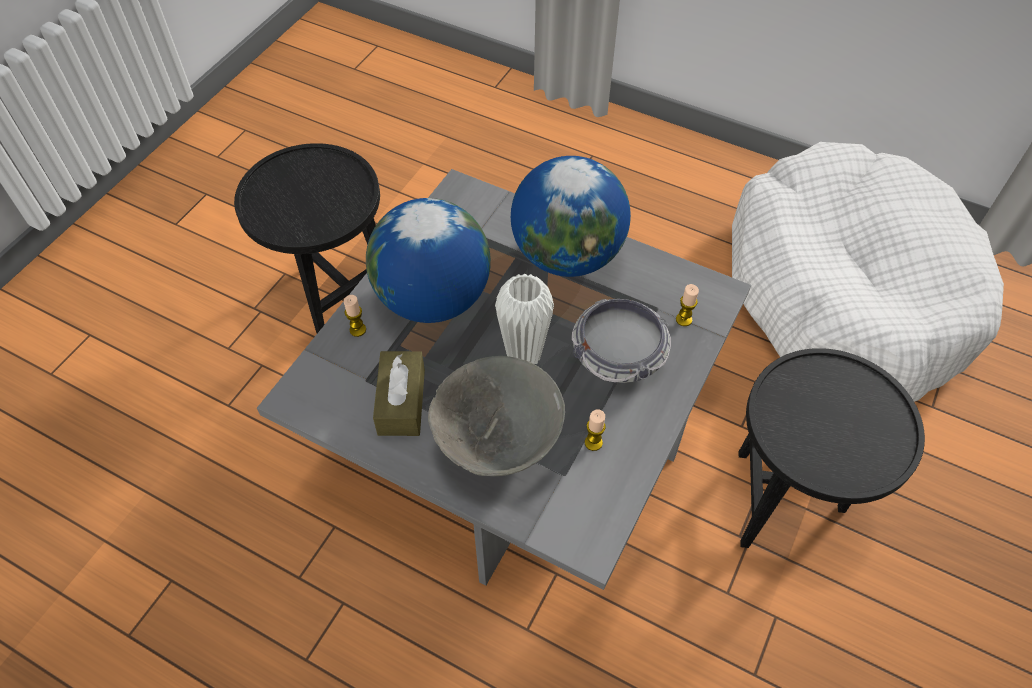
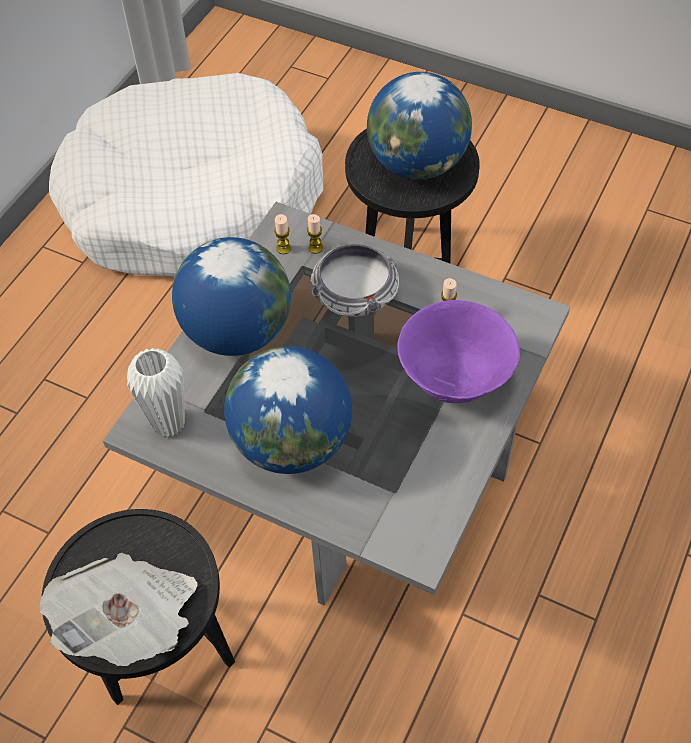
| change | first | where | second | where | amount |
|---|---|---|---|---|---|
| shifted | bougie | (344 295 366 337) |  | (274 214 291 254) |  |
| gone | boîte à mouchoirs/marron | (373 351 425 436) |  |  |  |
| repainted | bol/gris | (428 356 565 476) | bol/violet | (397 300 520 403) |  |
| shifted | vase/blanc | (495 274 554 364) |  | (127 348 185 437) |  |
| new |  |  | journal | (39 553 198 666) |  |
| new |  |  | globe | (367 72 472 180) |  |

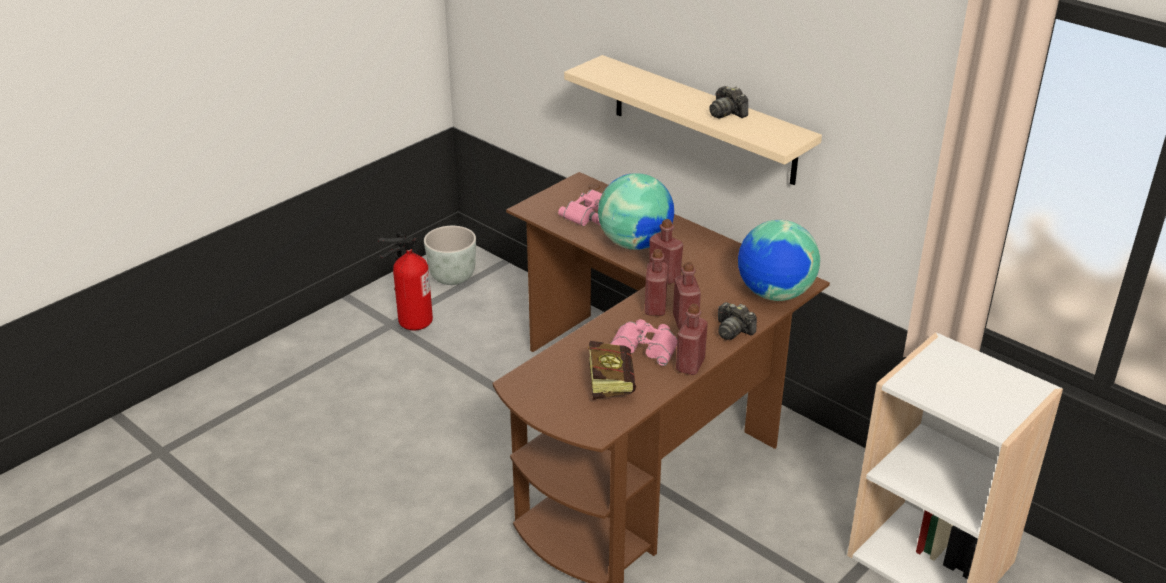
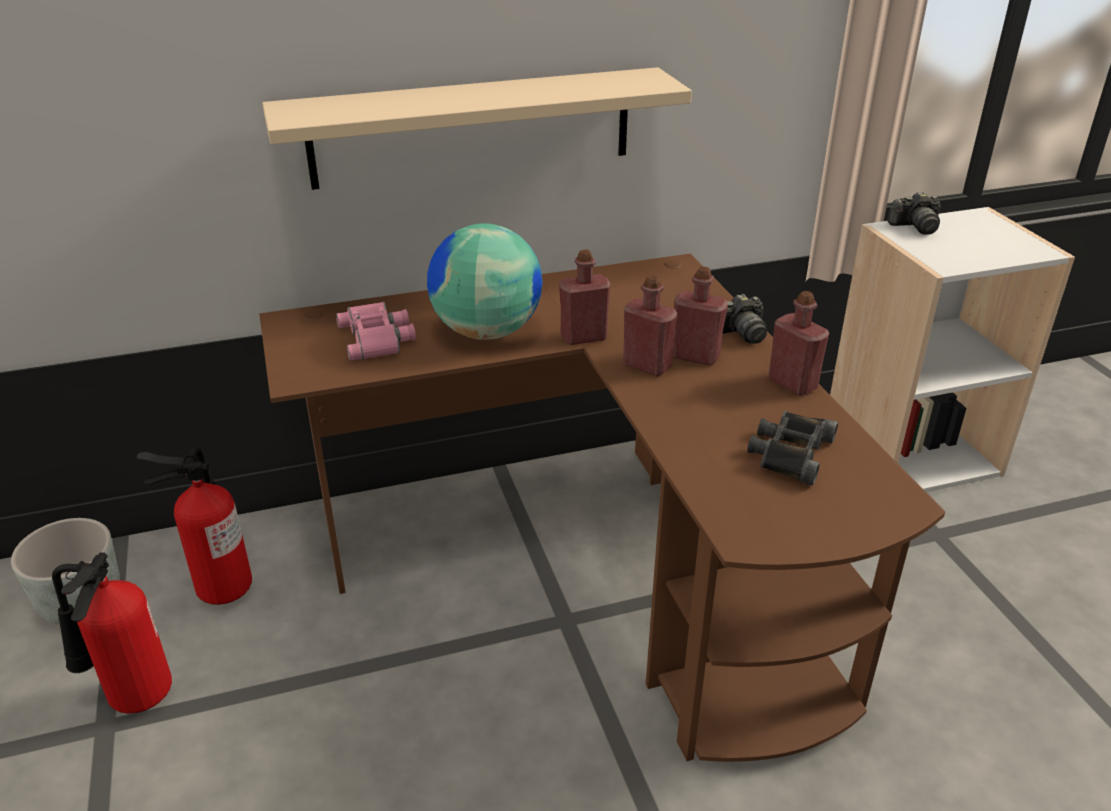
| change | first | where | second | where | amount |
|---|---|---|---|---|---|
| swapped | livre | (588 341 636 400) | jumelles/noir | (747 411 838 485) |  |
| gone | jumelles/rose | (611 319 677 366) |  |  |  |
| shifted | appareil photo | (709 86 748 119) |  | (888 192 941 235) |  |
| gone | globe | (738 220 820 301) |  |  |  |
| new |  |  | extincteur | (137 446 252 605) |  |

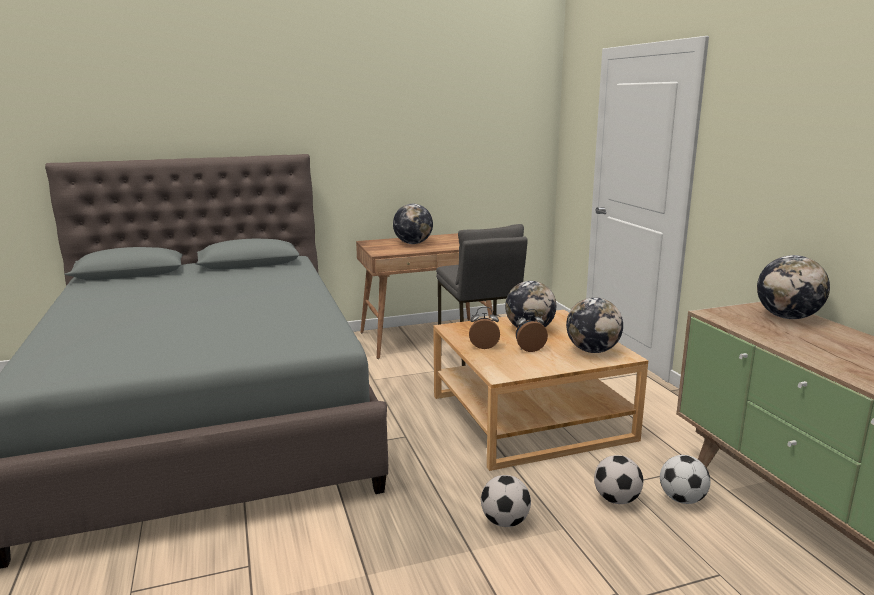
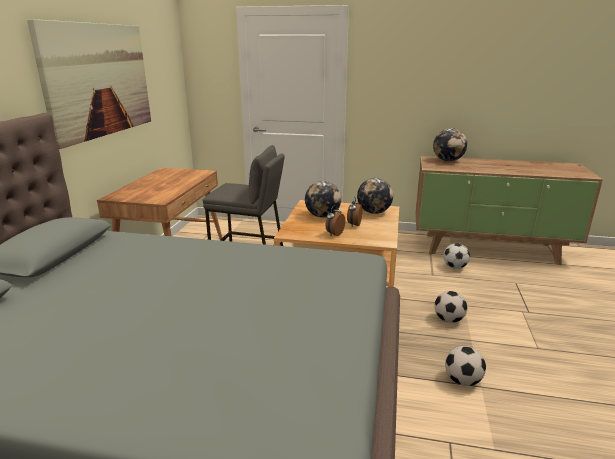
| change | first | where | second | where | amount |
|---|---|---|---|---|---|
| gone | globe | (393 204 433 244) |  |  |  |
| shifted | ballon de foot | (594 455 643 504) |  | (445 346 486 386) |  |
| new |  |  | tableau | (27 19 151 149) |  |

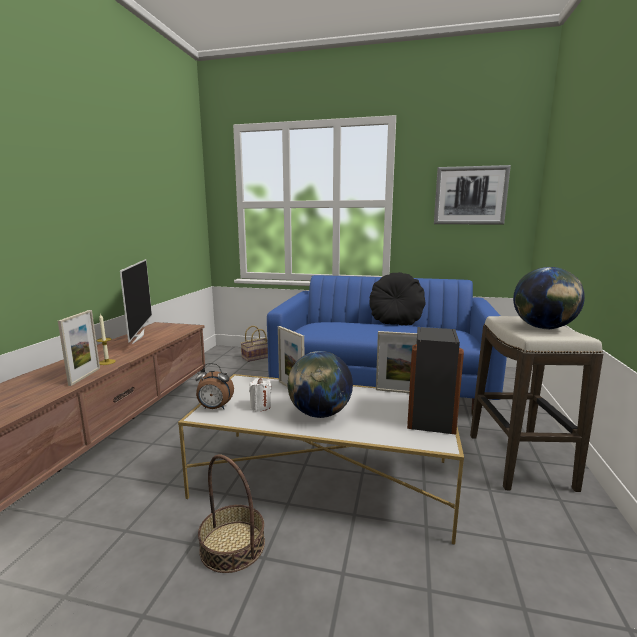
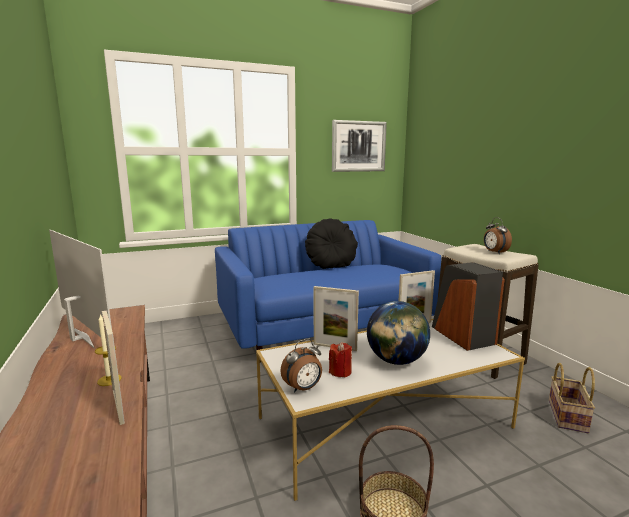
| change | first | where | second | where | amount |
|---|---|---|---|---|---|
| shifted | panier | (241 326 268 362) |  | (549 363 595 433) |  |
| repainted | bougie/blanc | (249 378 271 411) | bougie/rouge | (329 342 352 378) |  |
| swapped | globe | (513 267 585 329) | réveil | (484 217 512 254) |  |

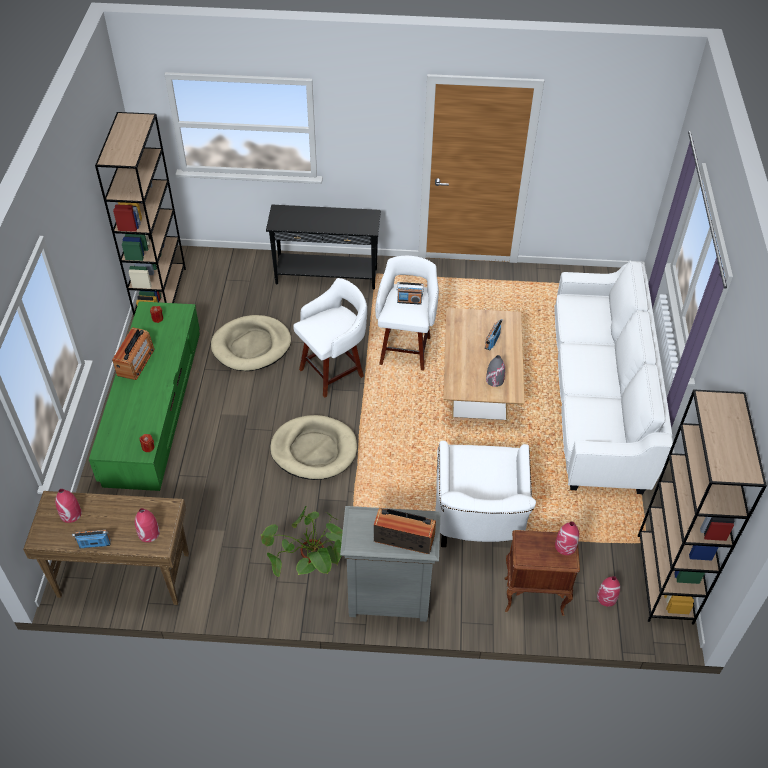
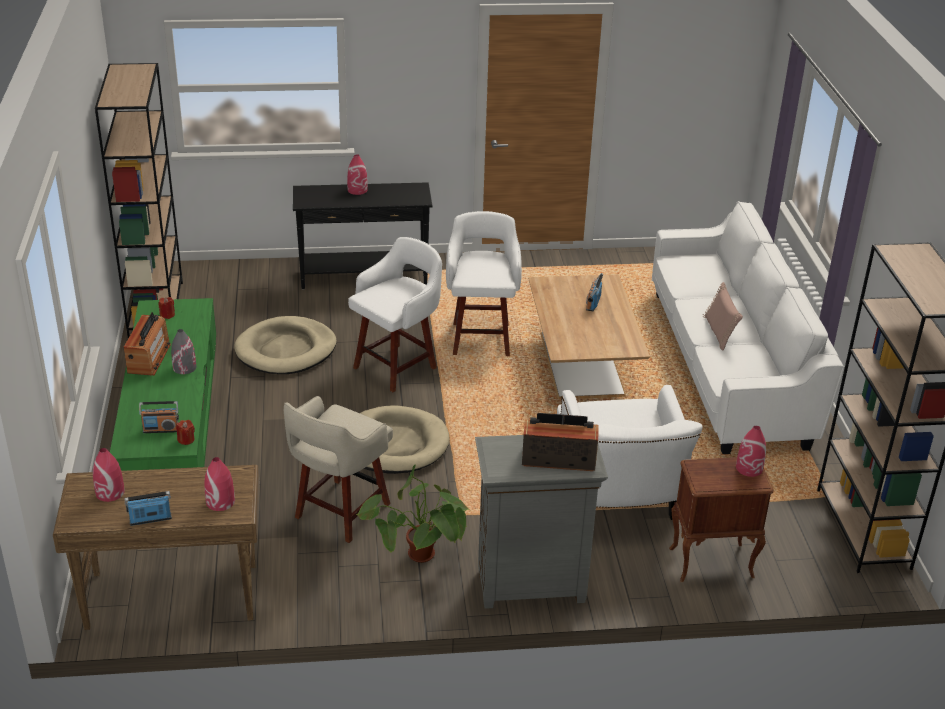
| change | first | where | second | where | amount |
|---|---|---|---|---|---|
| shifted | radio | (396 282 424 305) |  | (139 401 179 433) |  |
| shifted | vase/gris | (486 355 505 387) |  | (171 329 197 374) |  |
| shifted | vase/rouge | (597 576 620 607) |  | (347 154 368 195) |  |
| new |  |  | tabouret/beige | (284 396 393 543) |  |
| new |  |  | coussin/beige | (703 282 743 351) |  |

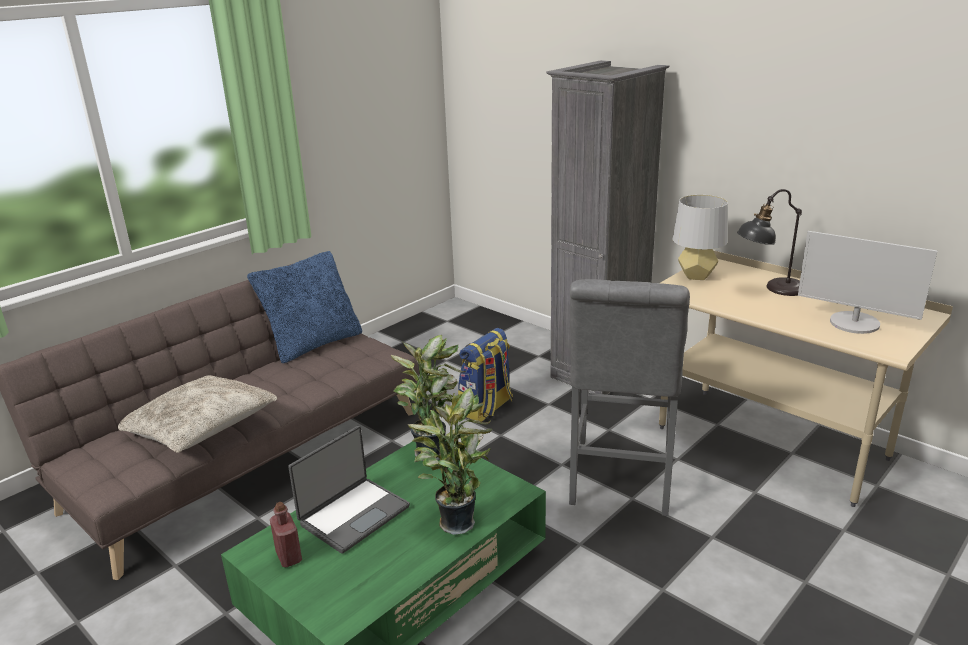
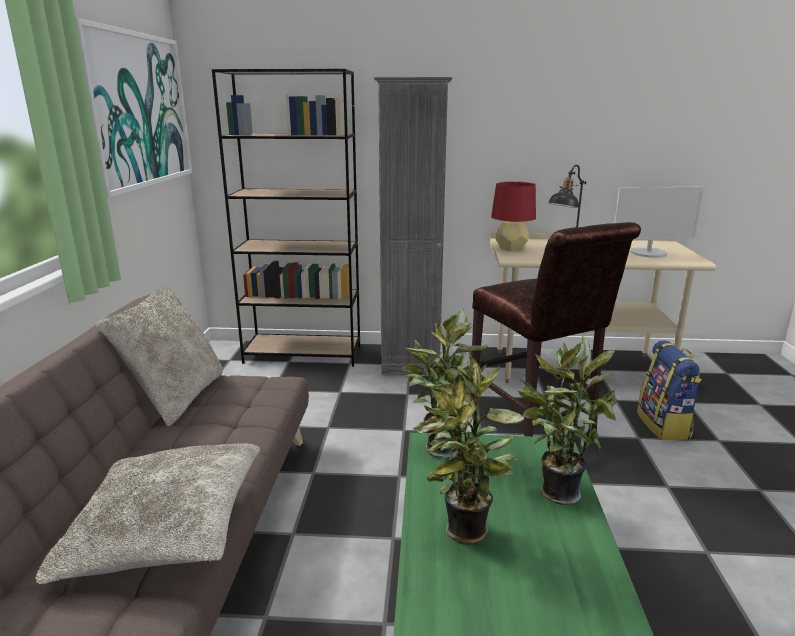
| change | first | where | second | where | amount |
|---|---|---|---|---|---|
| repainted | coussin/bleu | (247 251 362 363) | coussin/beige | (96 286 223 426) |  |
| gone | bouteille/rouge | (270 502 302 567) |  |  |  |
| swapped | ordinateur portable | (288 426 410 554) | plante en pot | (412 354 524 544) |  |
| shifted | sac à dos | (458 328 513 422) |  | (637 340 702 440) |  |
| repainted | tabouret/gris | (569 279 690 516) | tabouret/marron | (470 222 641 436) |  |
| repainted | lampe de table/gris | (672 195 728 280) | lampe de table/rouge | (491 181 536 251) |  |
| new |  |  | tableau | (76 18 192 198) |  |
| new |  |  | bibliothèque/beige | (212 69 360 367) |  |

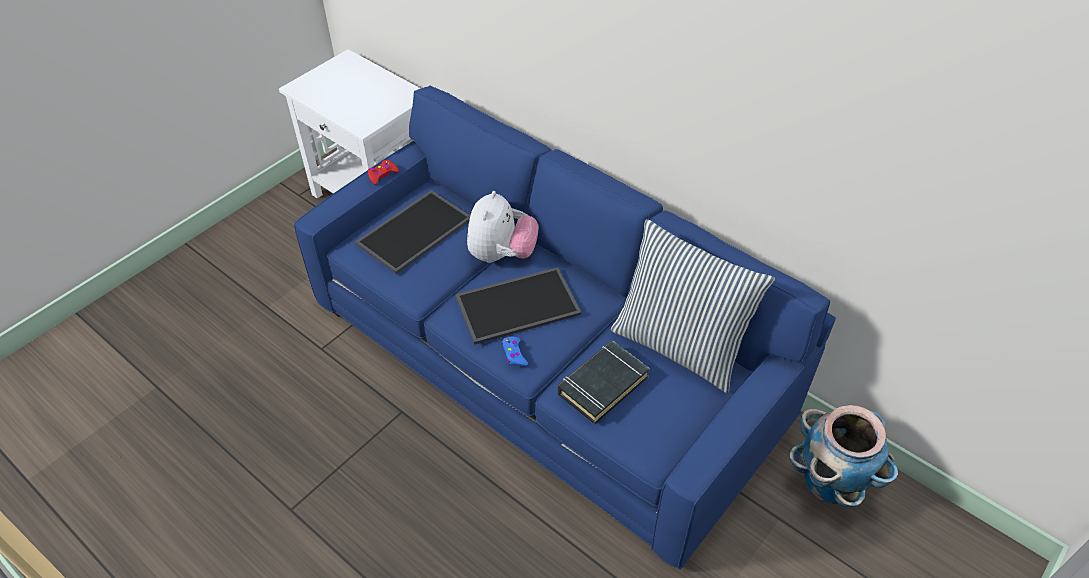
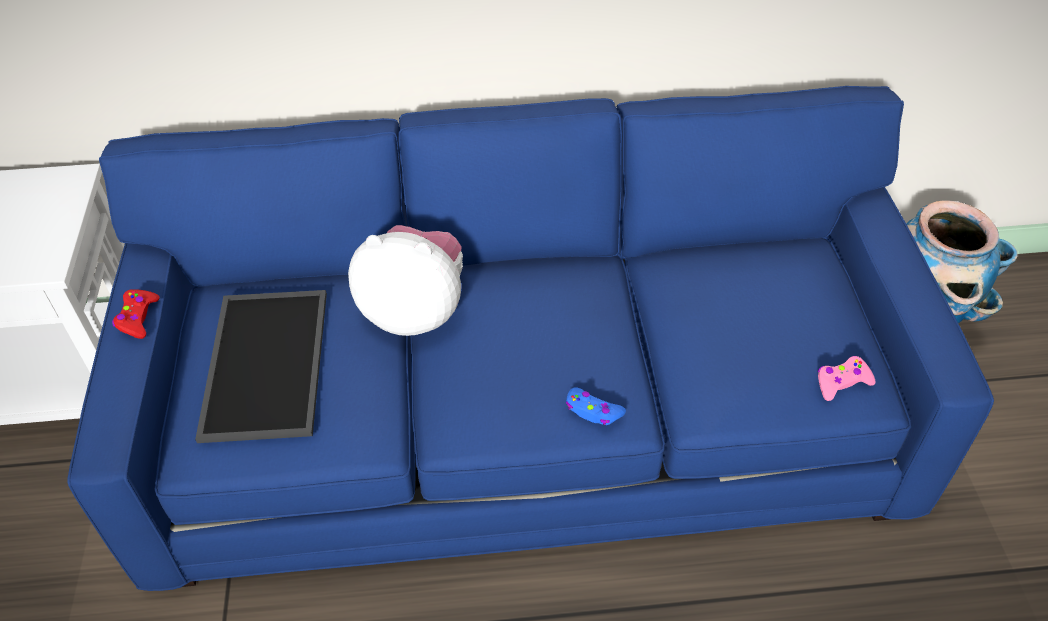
| change | first | where | second | where | amount |
|---|---|---|---|---|---|
| gone | plateau | (455 267 582 345) |  |  |  |
| rotated | peluche | (467 191 539 263) |  | (348 225 463 336) | 45 degrees counterclockwise |
| gone | livre/noir | (558 341 650 425) |  |  |  |
| gone | coussin | (611 219 775 393) |  |  |  |
| new |  |  | manette/rose | (818 356 876 401) |  |

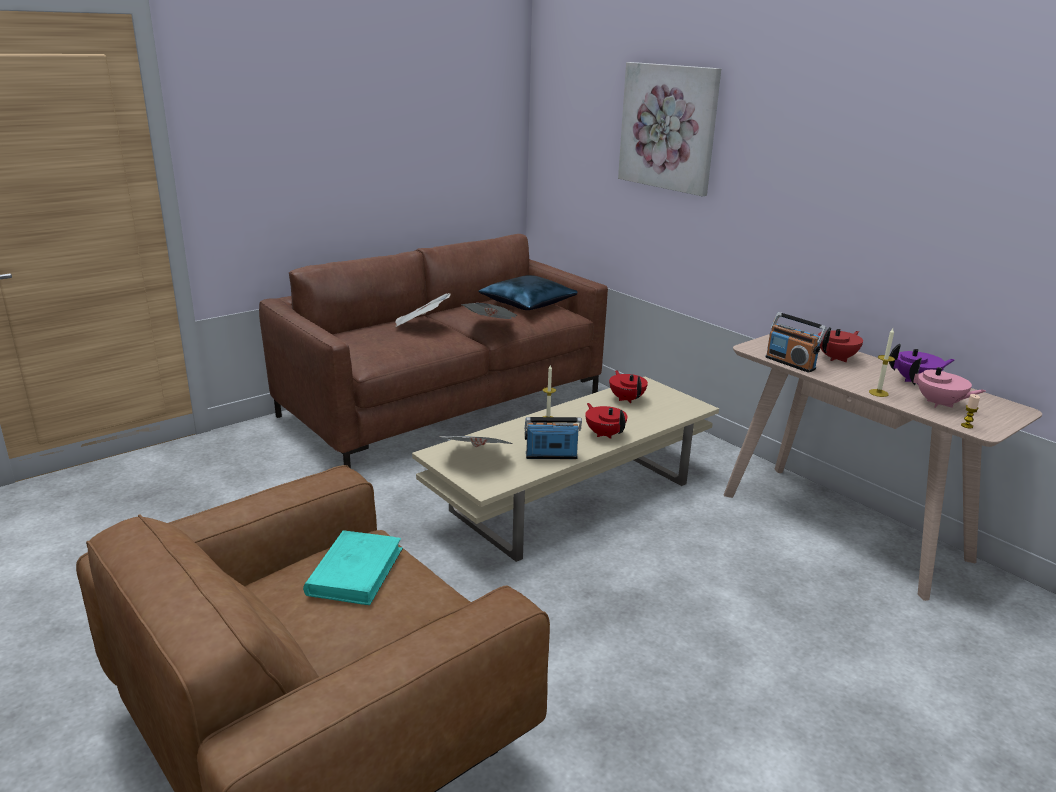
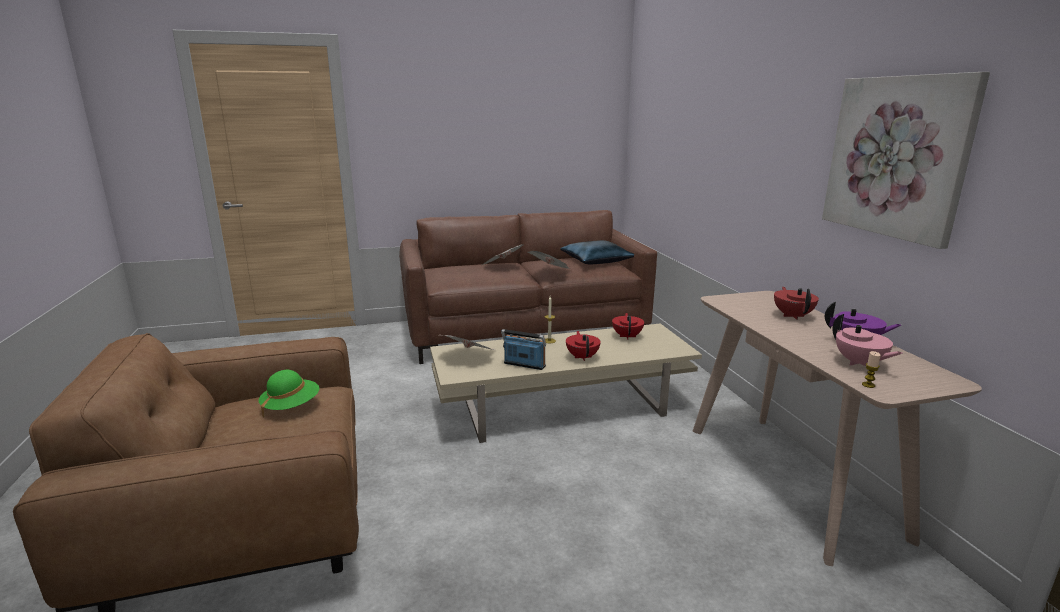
| change | first | where | second | where | amount |
|---|---|---|---|---|---|
| swapped | livre/turquoise | (303 530 403 605) | chapeau/vert | (258 370 319 417) |  |
| shifted | tableau | (618 62 721 196) |  | (822 72 990 249) |  |
| gone | radio | (766 312 827 372) |  |  |  |
| rotated | théière/rouge | (818 327 863 362) |  | (774 287 819 320) | 75 degrees counterclockwise |
| gone | bougie | (869 328 895 397) |  |  |  |

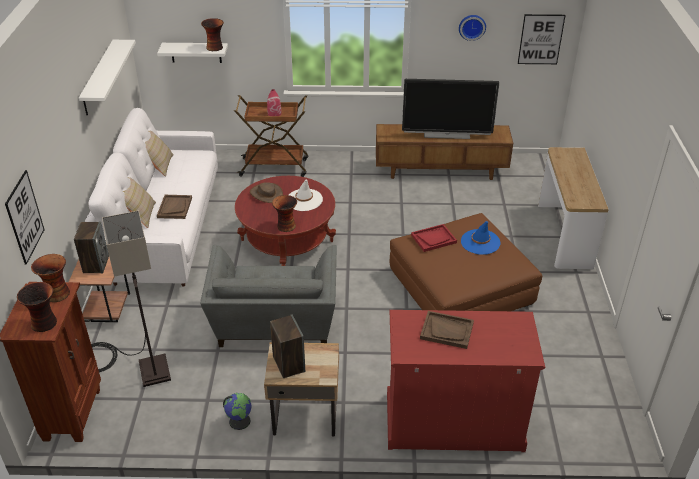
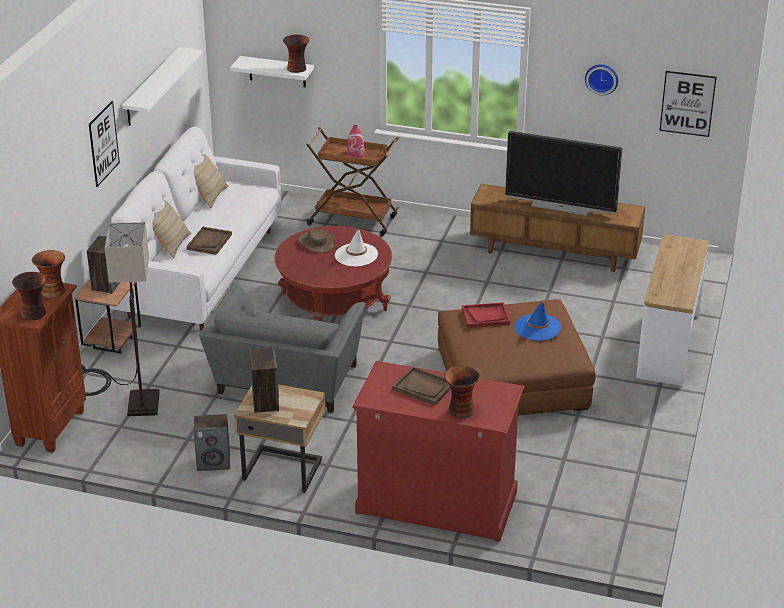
| change | first | where | second | where | amount |
|---|---|---|---|---|---|
| shifted | tableau | (5 170 45 265) |  | (89 101 120 187) |  |
| swapped | globe | (223 393 251 430) | enceinte | (193 414 230 471) |  |
| shifted | vase | (272 195 297 232) |  | (444 366 480 418) |  |

